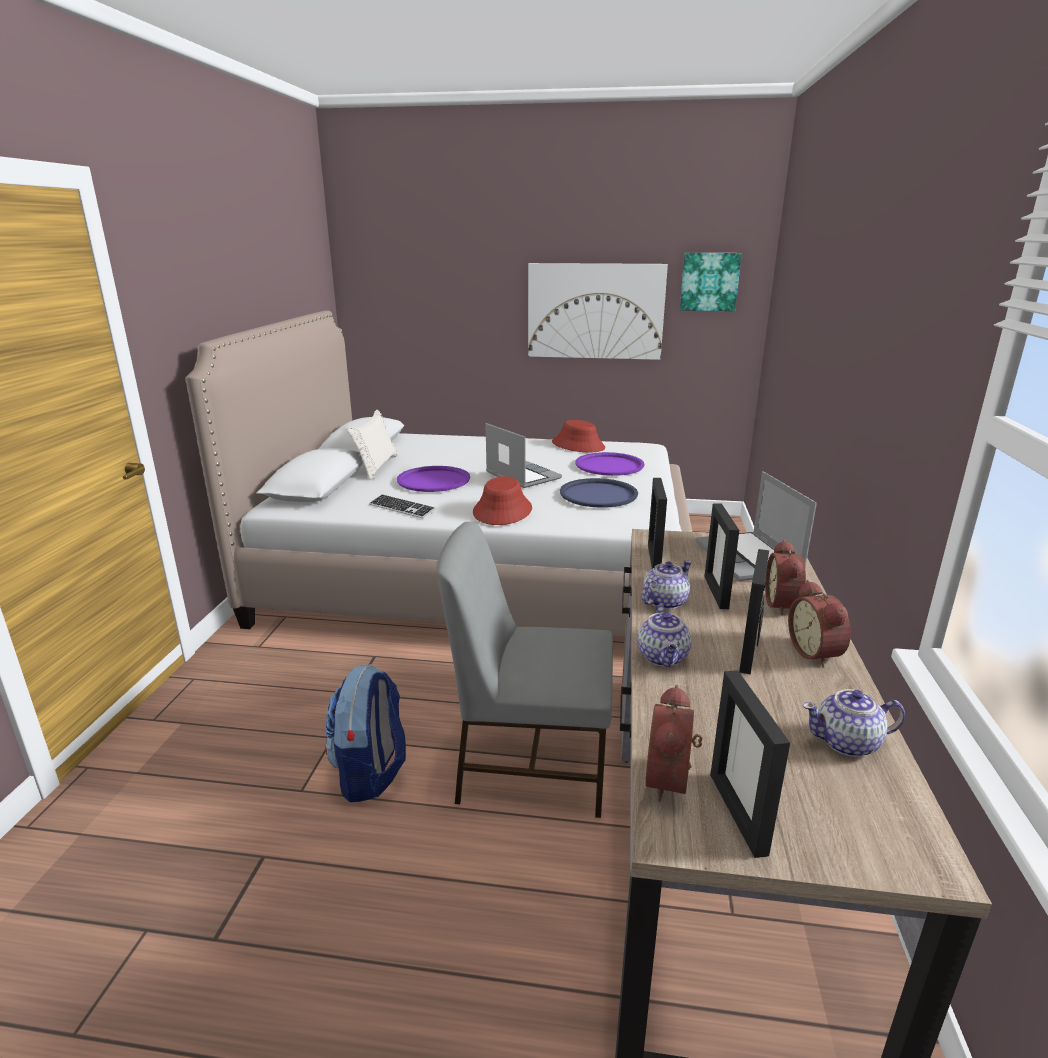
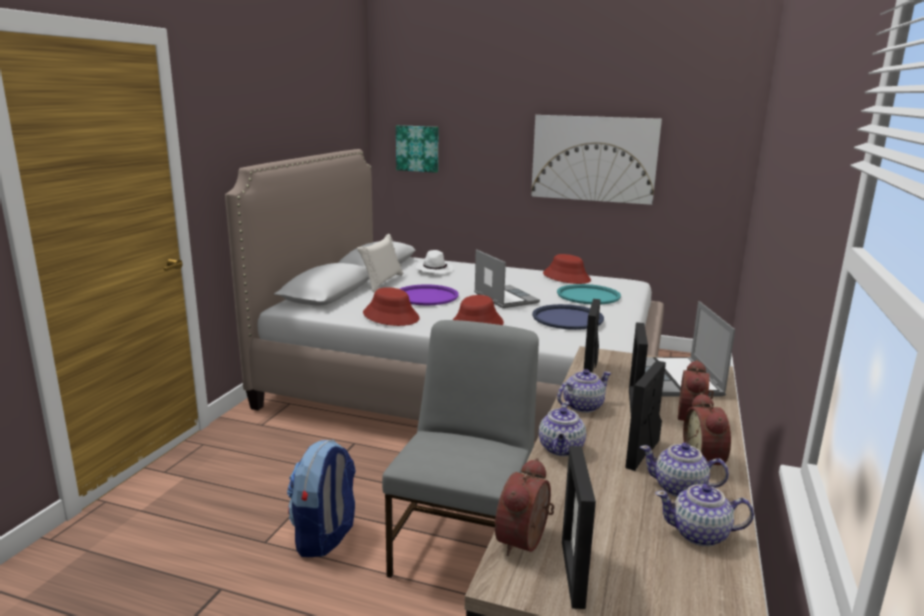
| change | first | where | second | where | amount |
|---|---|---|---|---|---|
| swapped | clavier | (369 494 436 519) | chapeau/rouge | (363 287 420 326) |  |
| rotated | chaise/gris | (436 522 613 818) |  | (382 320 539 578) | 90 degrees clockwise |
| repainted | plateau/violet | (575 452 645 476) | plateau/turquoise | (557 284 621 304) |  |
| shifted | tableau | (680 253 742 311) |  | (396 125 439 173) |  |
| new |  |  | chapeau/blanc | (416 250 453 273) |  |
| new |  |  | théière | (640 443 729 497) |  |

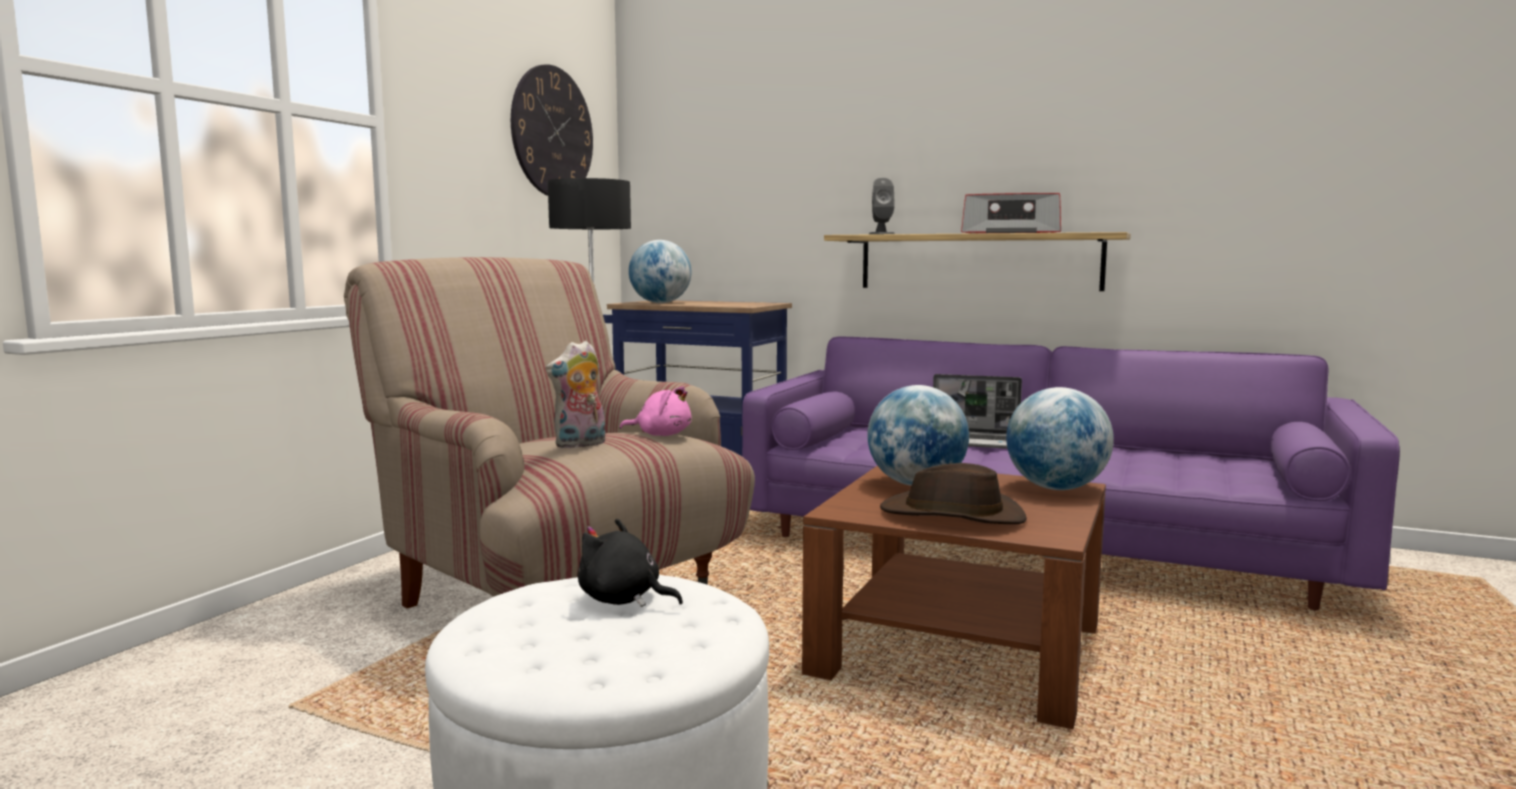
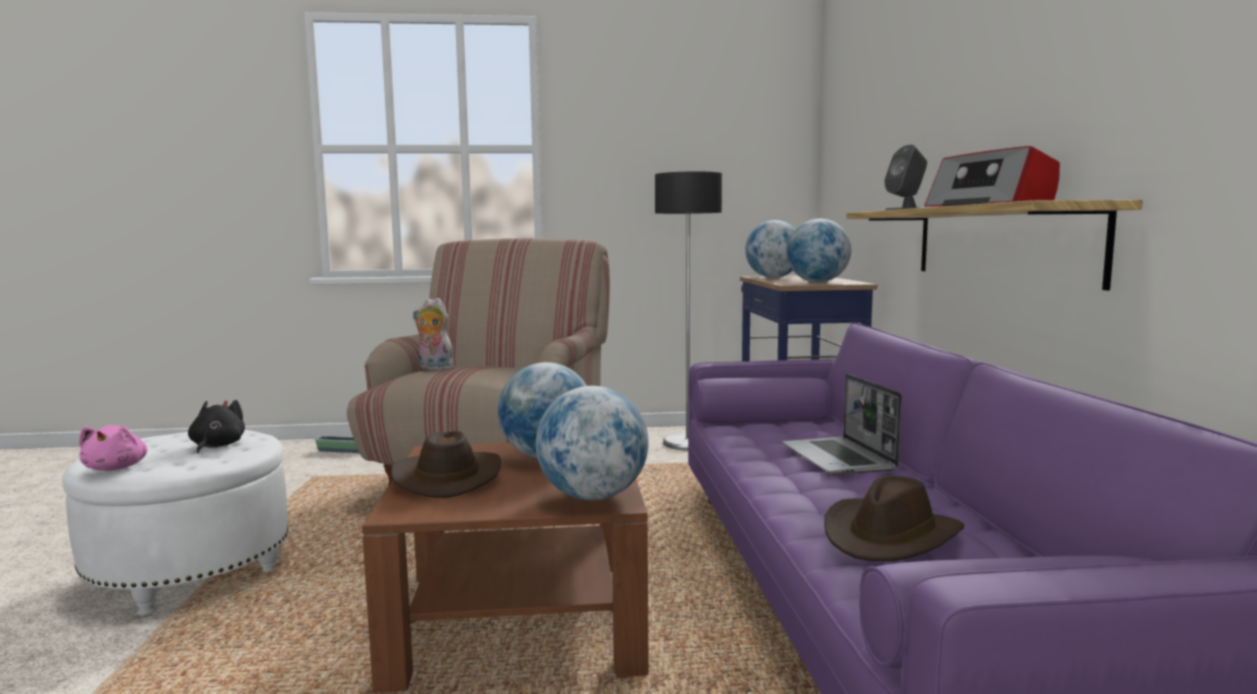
| change | first | where | second | where | amount |
|---|---|---|---|---|---|
| gone | horloge murale | (511 64 593 196) |  |  |  |
| shifted | peluche/rose | (619 386 692 436) |  | (79 425 147 471) |  |
| new |  |  | cache-pot | (315 436 359 453) |  |
| new |  |  | globe | (787 219 851 283) |  |
| new |  |  | chapeau/marron | (824 476 964 561) |  |

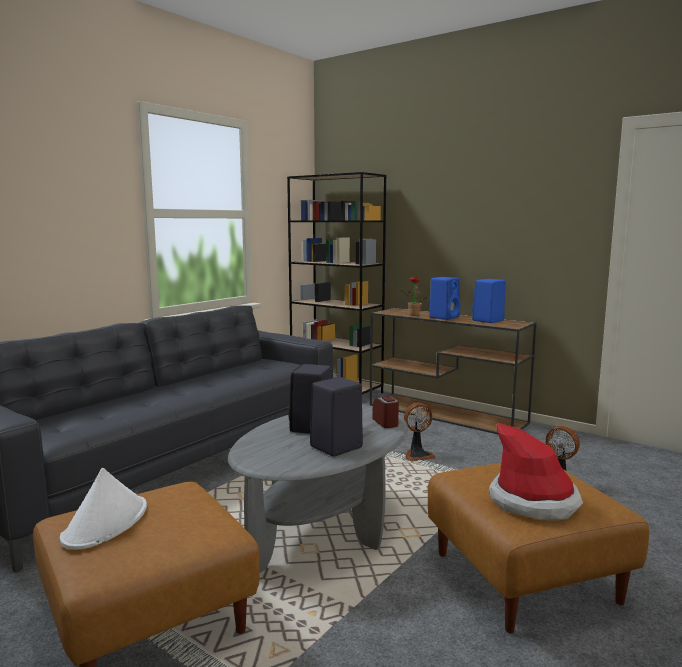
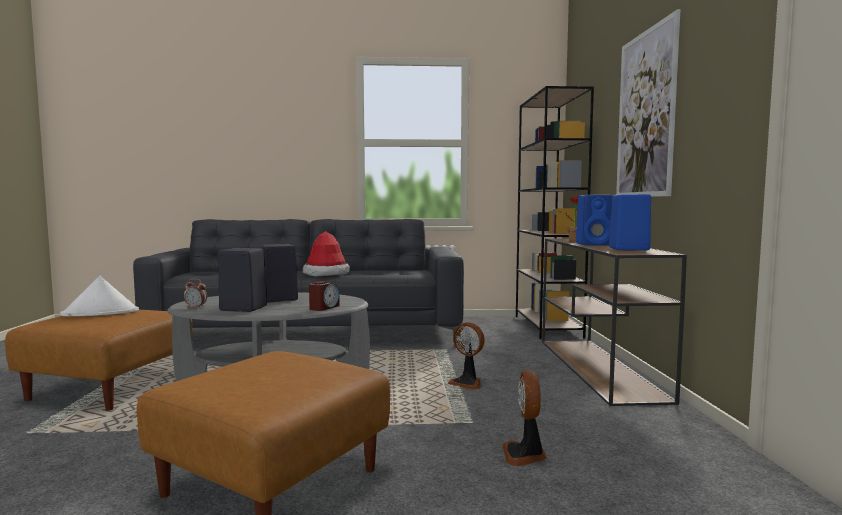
| change | first | where | second | where | amount |
|---|---|---|---|---|---|
| shifted | chapeau | (489 422 583 521) |  | (303 231 350 276) |  |
| new |  |  | réveil | (184 279 207 309) |  |
| new |  |  | tableau | (616 9 681 197) |  |

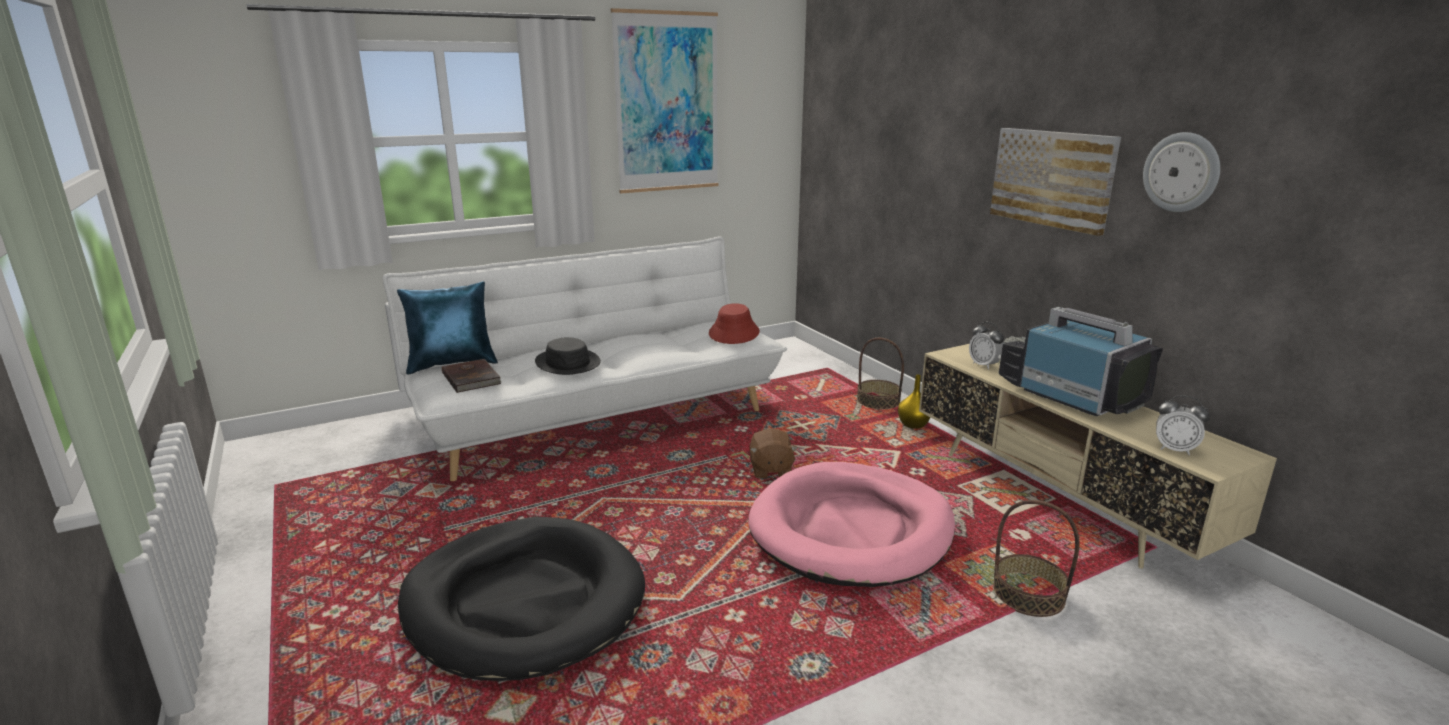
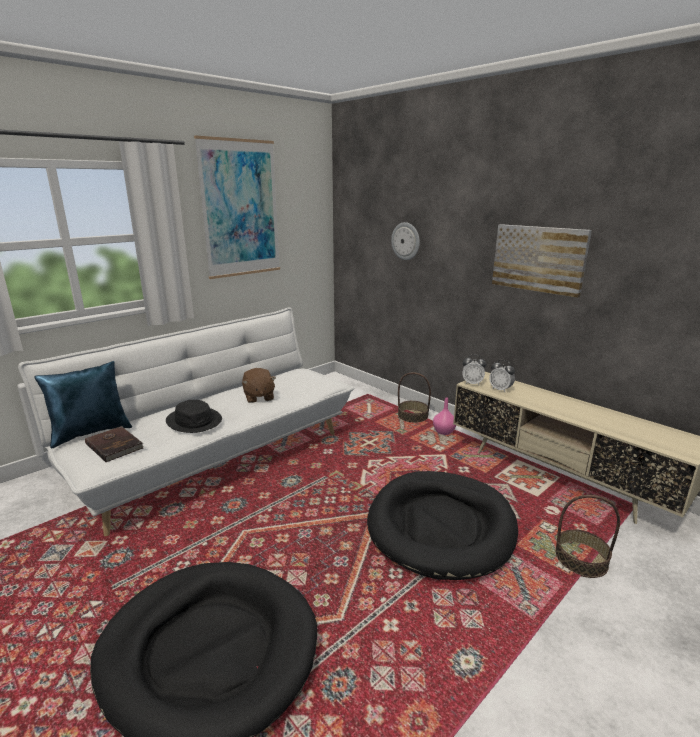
| change | first | where | second | where | amount |
|---|---|---|---|---|---|
| gone | chapeau/rouge | (709 303 760 344) |  |  |  |
| repainted | panier pour chien/rose | (749 462 955 587) | panier pour chien/noir | (367 471 518 580) |  |
| shifted | peluche/marron | (750 428 798 478) |  | (242 368 276 403) |  |
| repainted | vase/jaune | (898 375 931 429) | vase/rose | (433 397 456 435) |  |
| gone | téléviseur | (997 307 1163 416) |  |  |  |
| shifted | horloge murale | (1143 132 1220 212) |  | (391 222 420 260) |  |
| shifted | réveil | (1156 395 1210 455) |  | (462 355 487 385) |  |

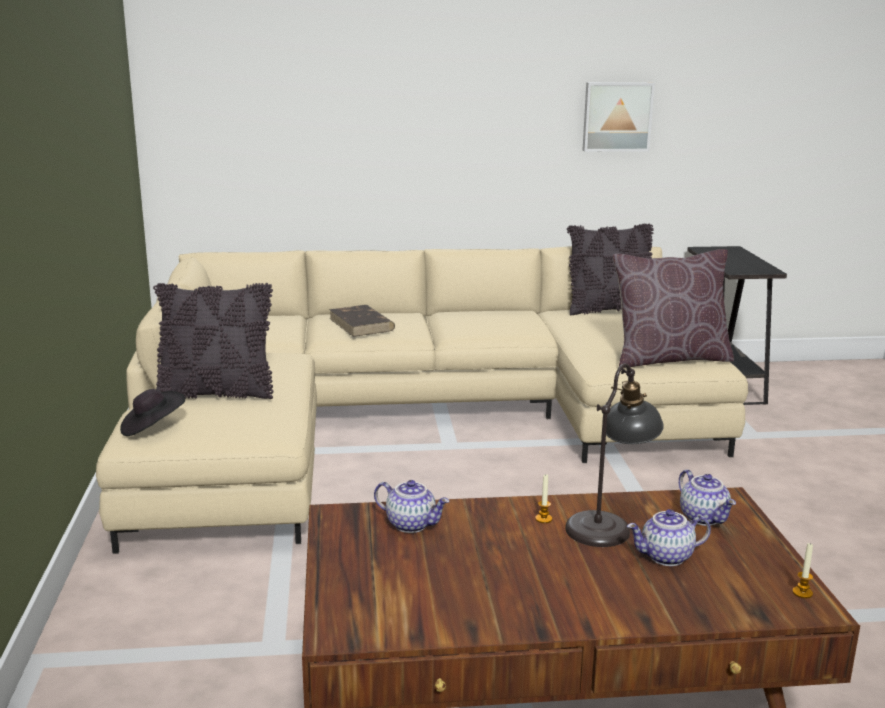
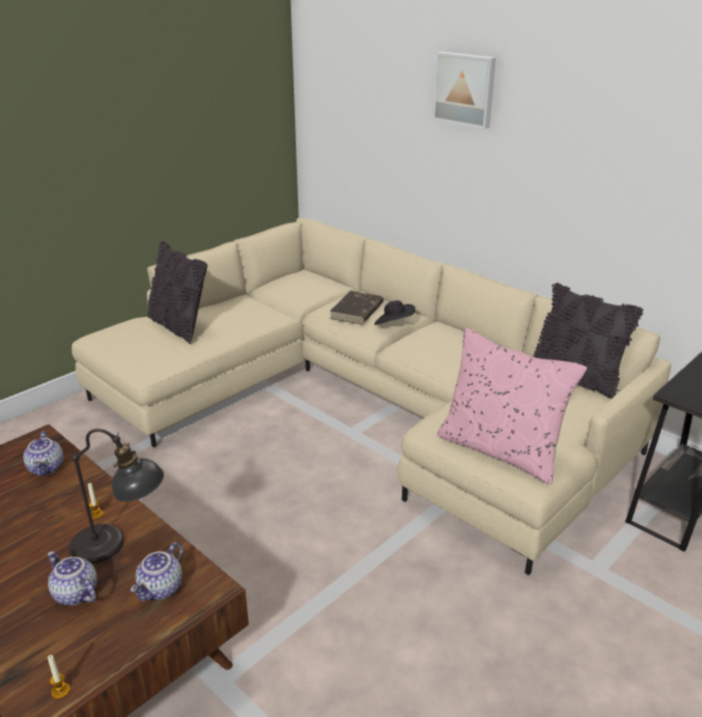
| change | first | where | second | where | amount |
|---|---|---|---|---|---|
| shifted | chapeau/noir | (120 389 185 436) |  | (375 300 416 325) |  |
| shifted | tableau | (582 82 655 152) |  | (433 52 496 129) |  |
| repainted | coussin/marron | (613 249 734 368) | coussin/rose | (437 328 587 484) |  |

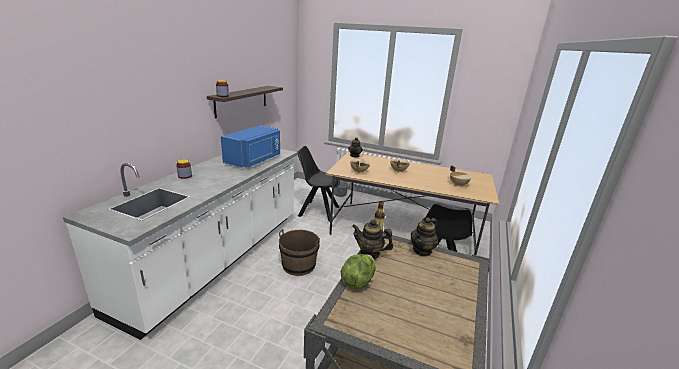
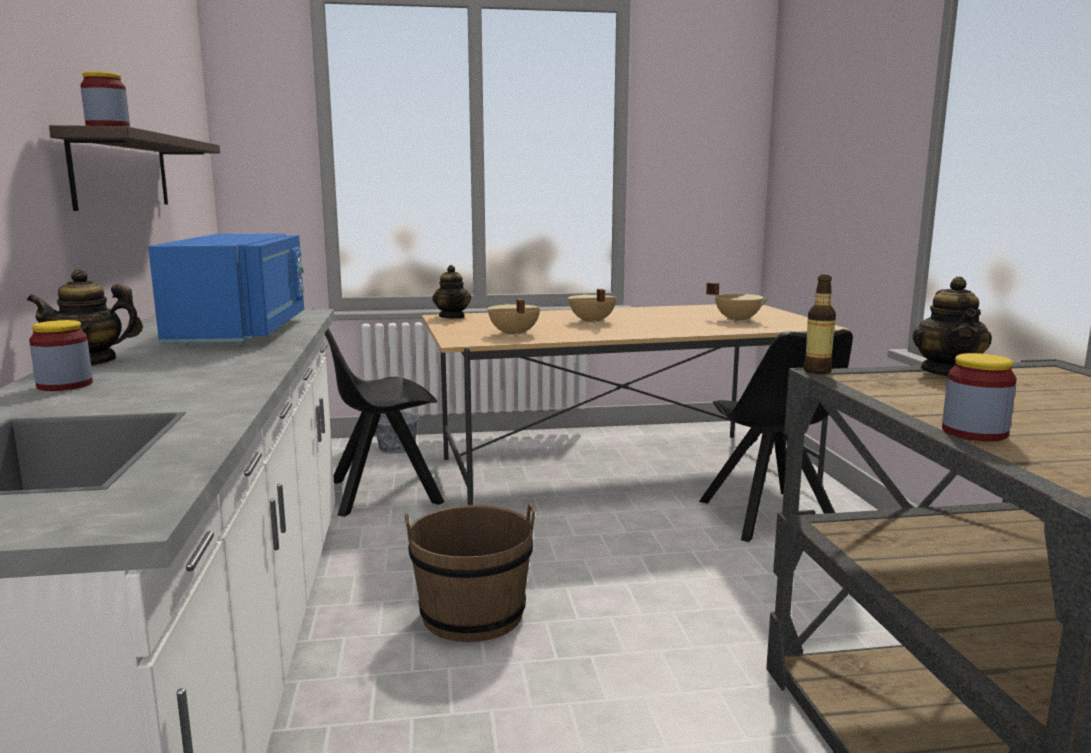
| change | first | where | second | where | amount |
|---|---|---|---|---|---|
| swapped | laitue | (341 254 375 289) | bocal | (942 353 1017 441) |  |
| shifted | théière | (352 219 393 260) |  | (27 269 143 366) |  |

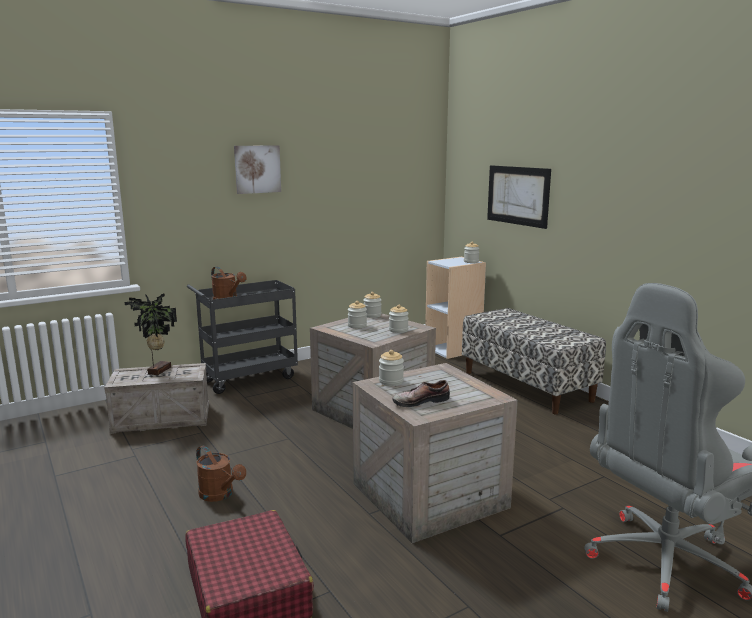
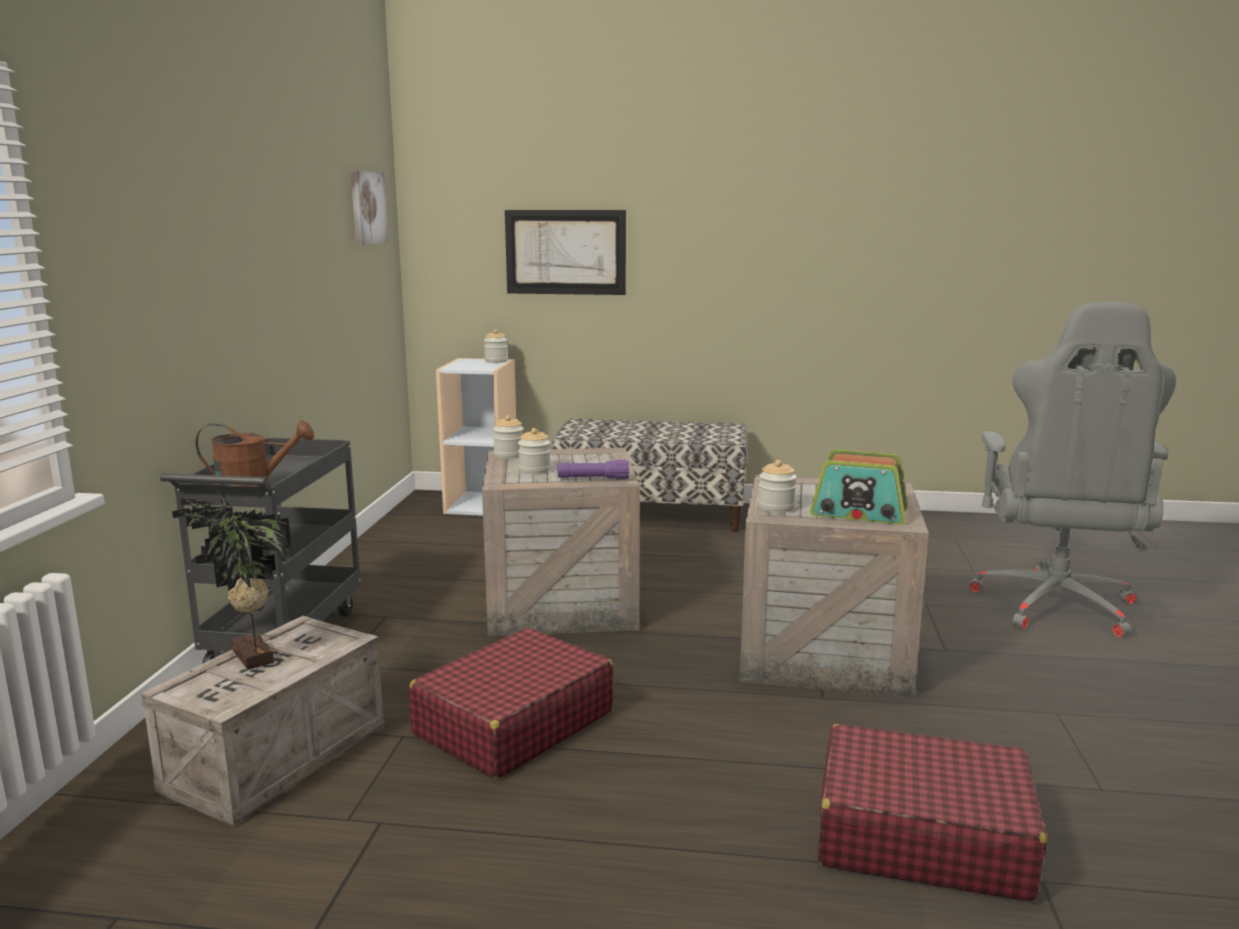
| change | first | where | second | where | amount |
|---|---|---|---|---|---|
| gone | arrosoir/marron | (196 445 246 502) |  |  |  |
| shifted | tableau | (234 145 281 194) |  | (351 171 388 245) |  |
| gone | bocal | (389 305 409 333) |  |  |  |
| swapped | chaussure | (392 380 450 407) | radio | (810 449 908 524) |  |
| new |  |  | valise/rouge | (409 627 614 779) |  |
| new |  |  | lampe de poche/violet | (557 460 629 479) |  |

